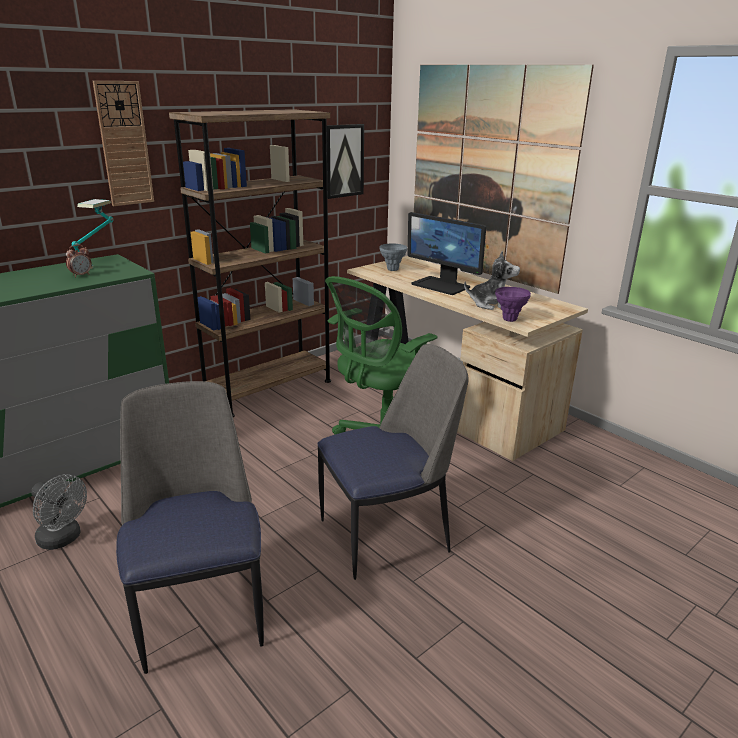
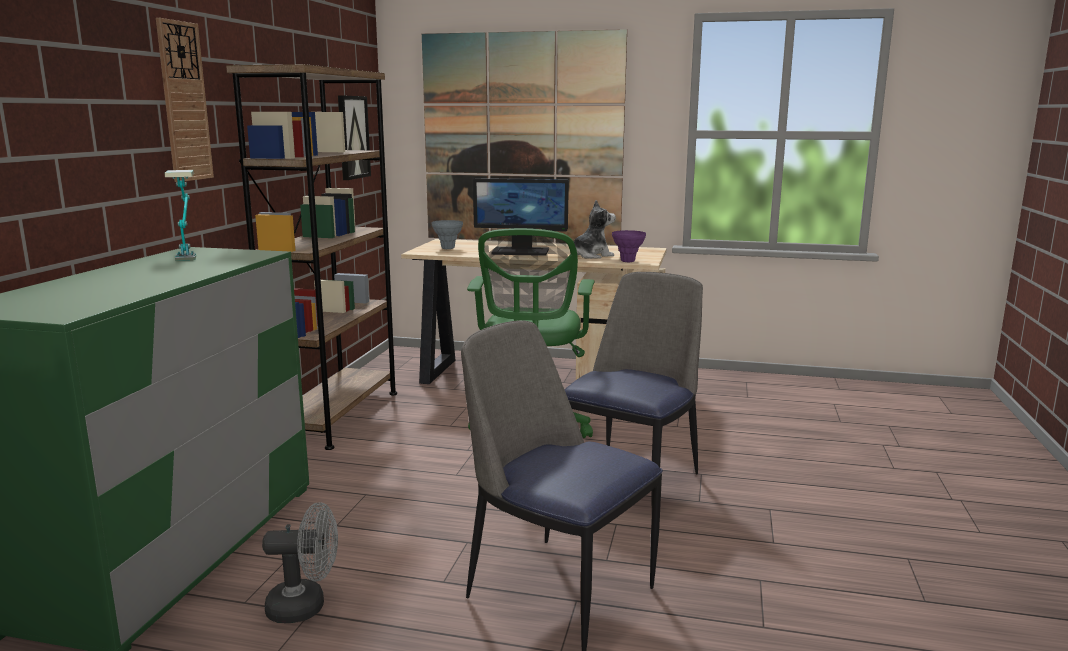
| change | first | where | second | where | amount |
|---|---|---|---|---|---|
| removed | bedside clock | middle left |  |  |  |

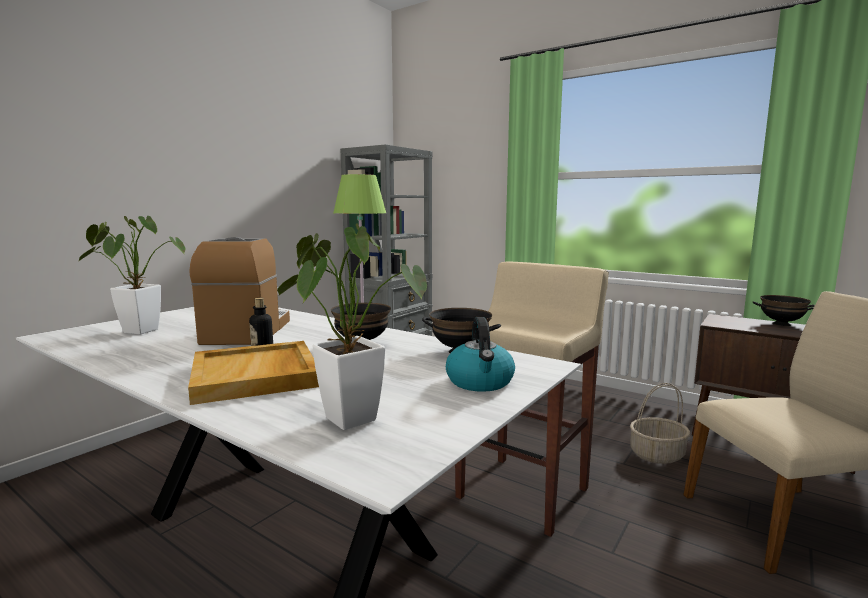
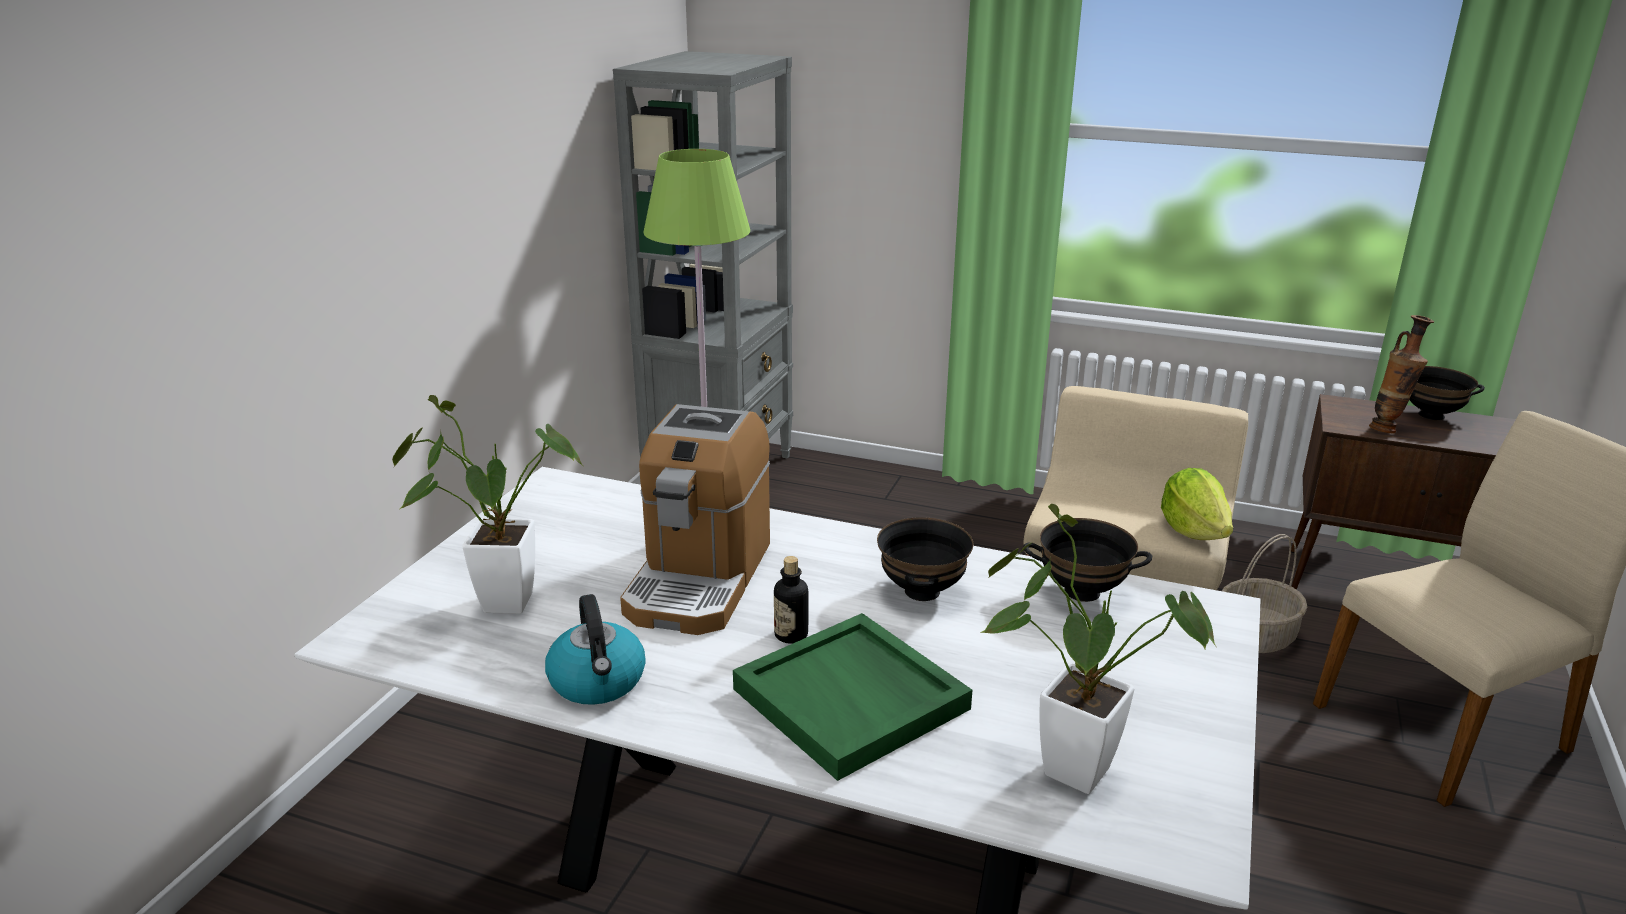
| change | first | where | second | where | amount |
|---|---|---|---|---|---|
| moved | kettle | centre |  | bottom centre |  |
| turned | coffee machine | middle left |  | centre | 150 degrees counterclockwise |
| recoloured | carrying tray/beige-coloured | middle left | carrying tray/green-coloured | bottom centre |  |
| added |  |  | lettuce | middle right |  |
| added |  |  | decorative vase | middle right |  |

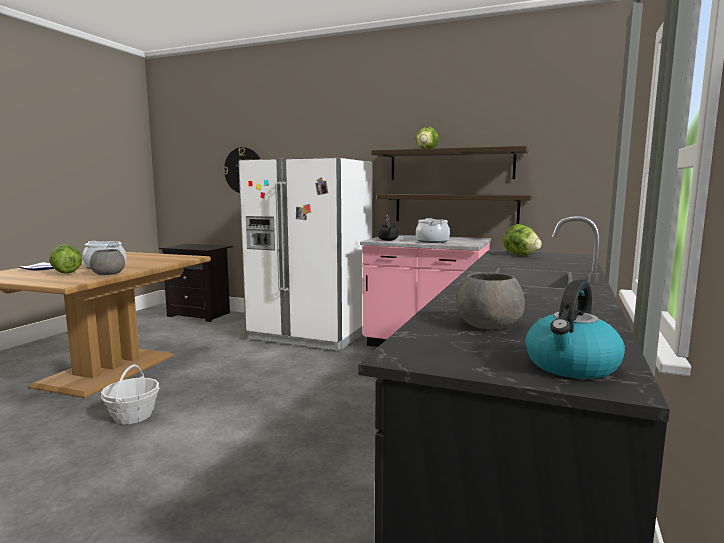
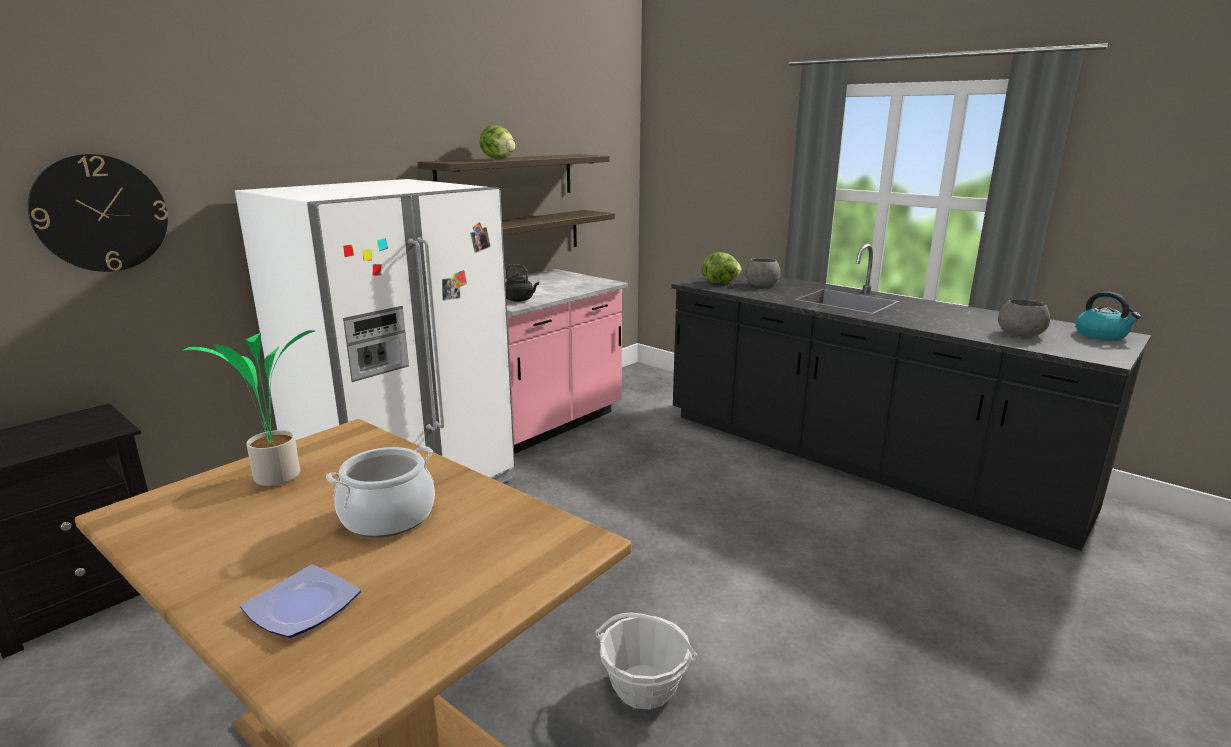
| change | first | where | second | where | amount |
|---|---|---|---|---|---|
| added |  |  | houseplant | middle left |  |
| moved | deep dish/greyish (1st from left) | middle left |  | centre |  |
| removed | lettuce (1st from left) | middle left |  |  |  |
| removed | cooking pot (2nd from left) | centre |  |  |  |

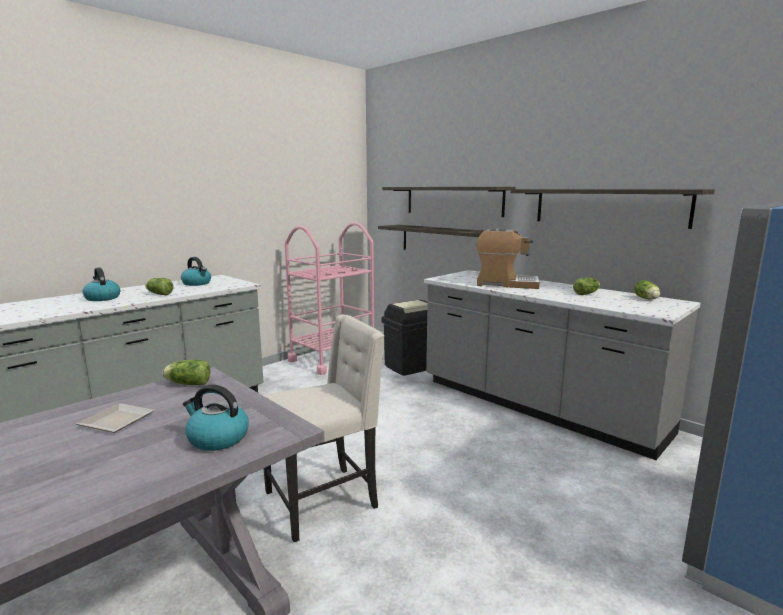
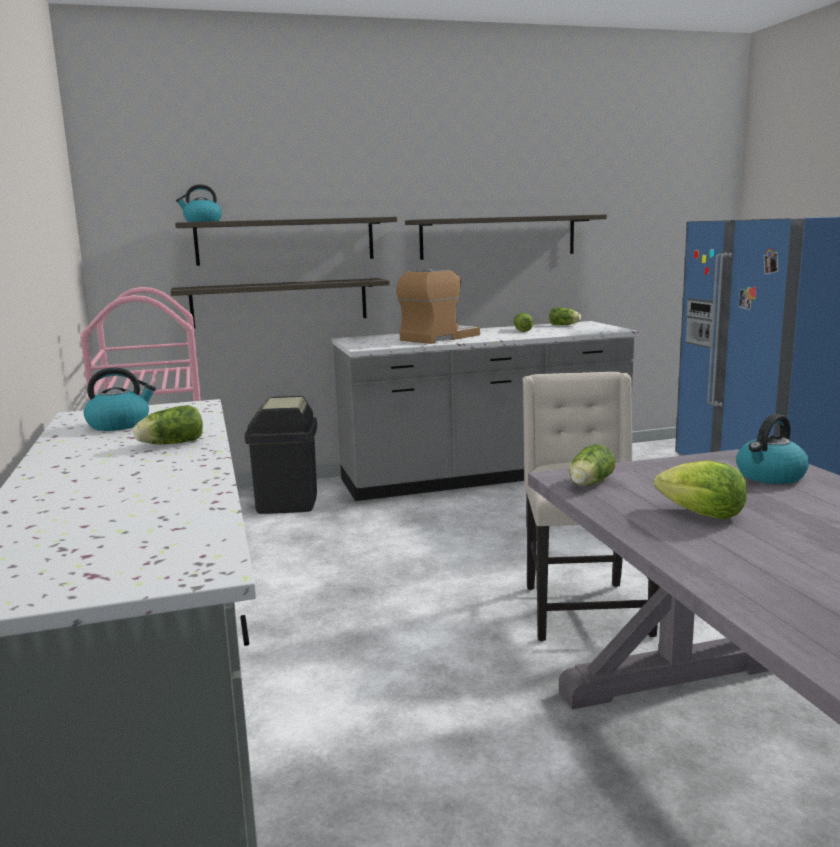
| change | first | where | second | where | amount |
|---|---|---|---|---|---|
| moved | kettle (1st from left in the first image) | middle left | kettle (2nd from left) | top left |  |
| replaced | dinner plate | bottom left | lettuce (5th from left) | middle right |  |

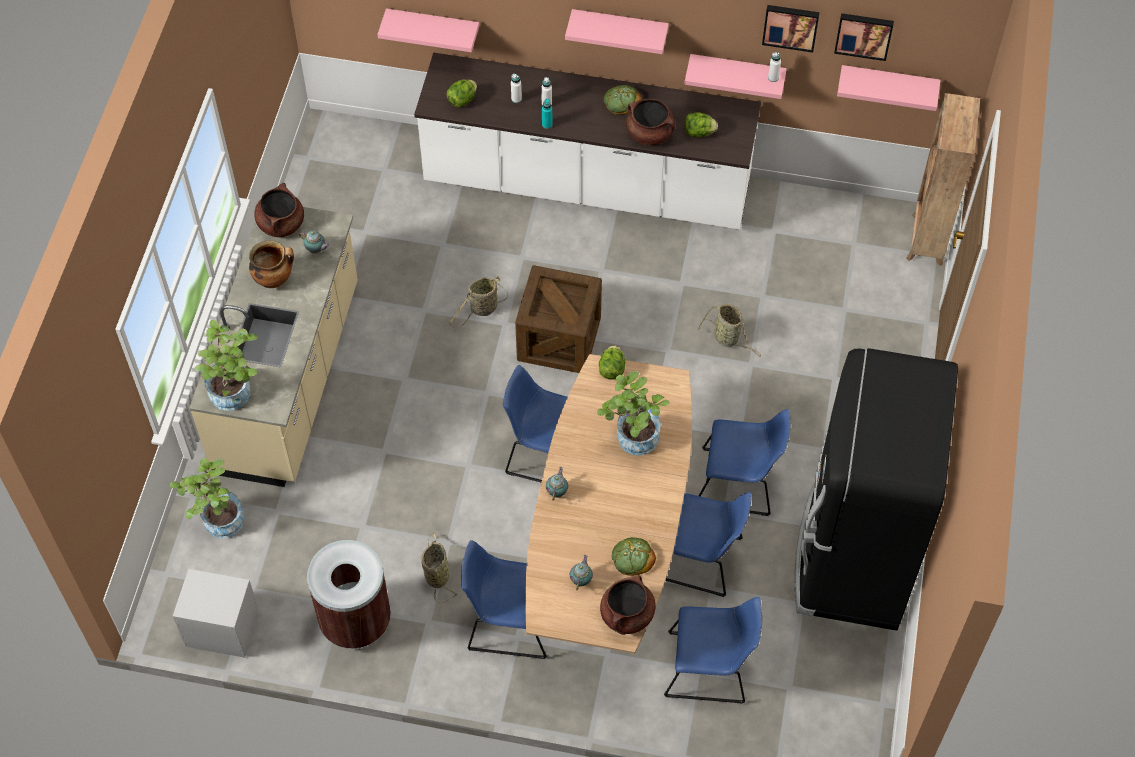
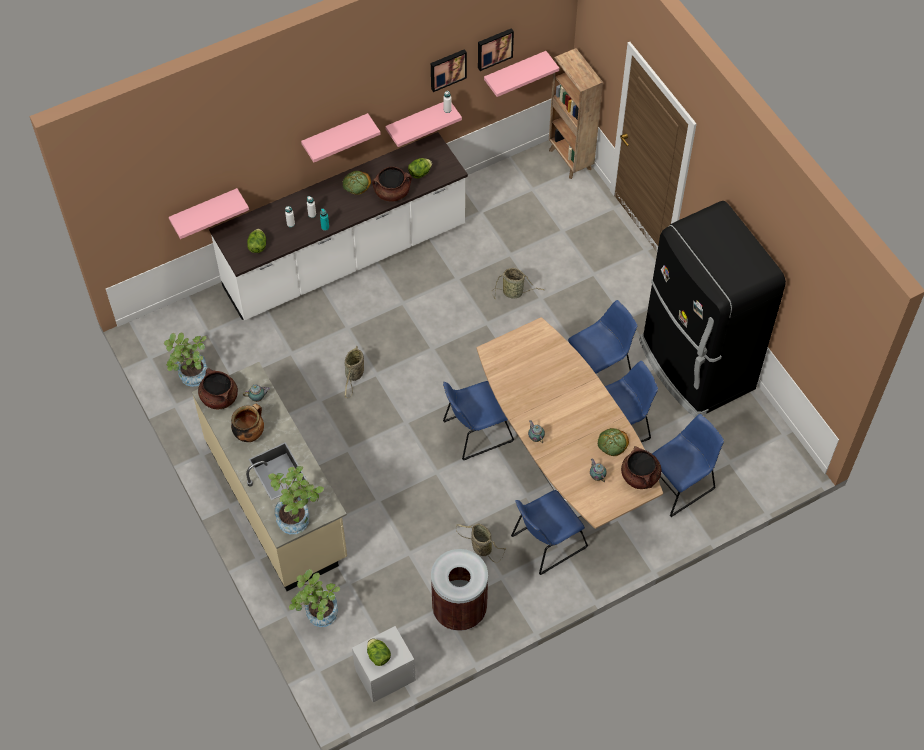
| change | first | where | second | where | amount |
|---|---|---|---|---|---|
| moved | houseplant (3rd from left in the first image) | centre | houseplant (1st from left) | middle left |  |
| moved | lettuce (2nd from left) | centre |  | bottom centre |  |
| removed | crate | centre |  |  |  |

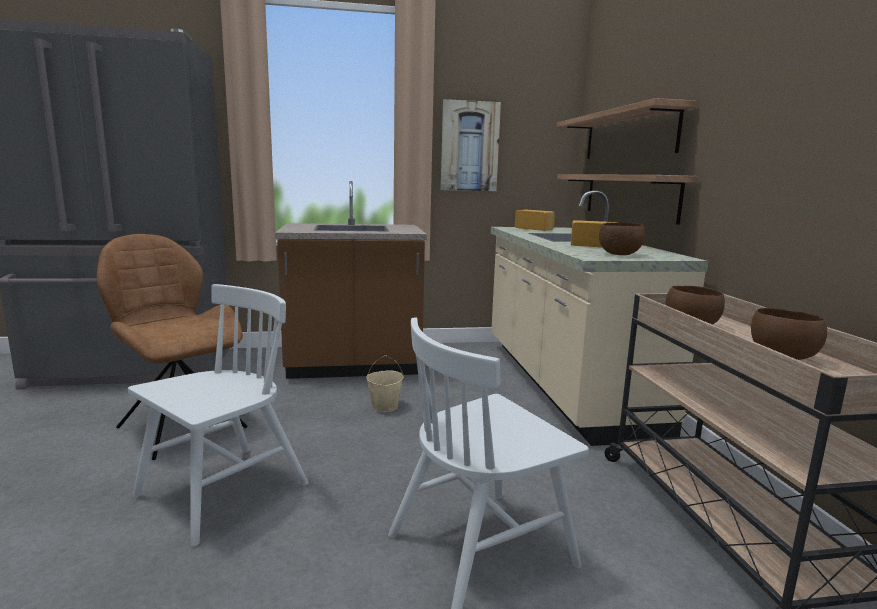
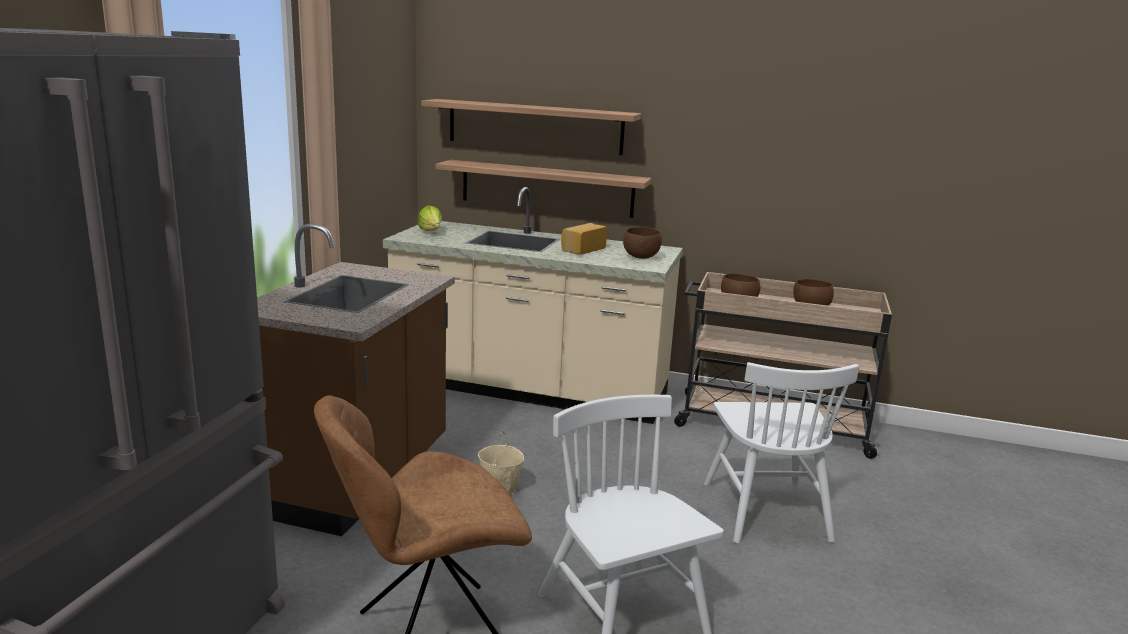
| change | first | where | second | where | amount |
|---|---|---|---|---|---|
| replaced | bread (1st from left) | centre | lettuce | centre |  |
| removed | wall picture | top centre |  |  |  |

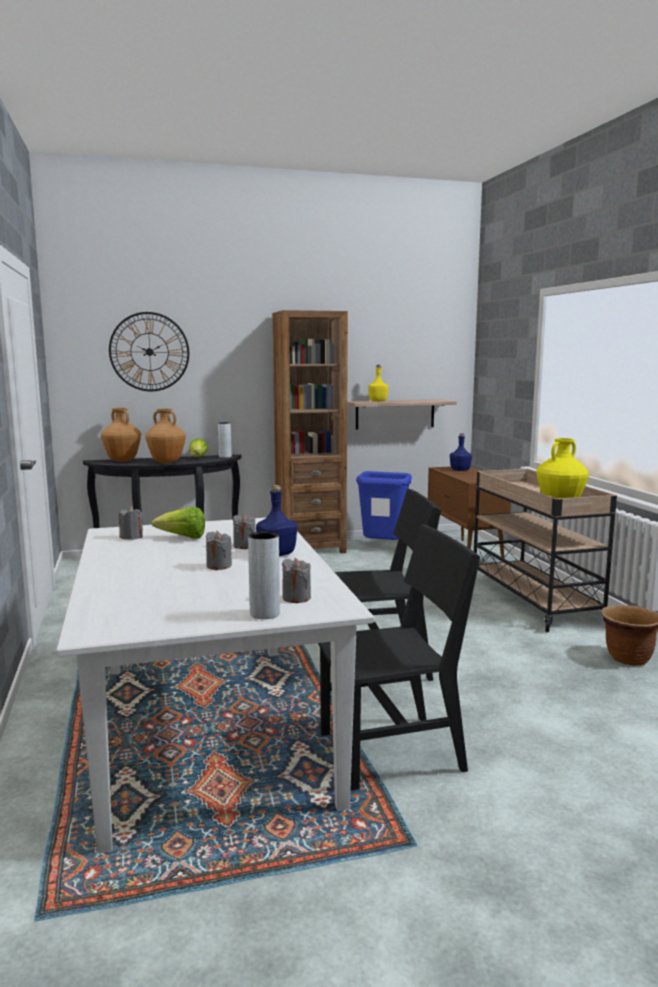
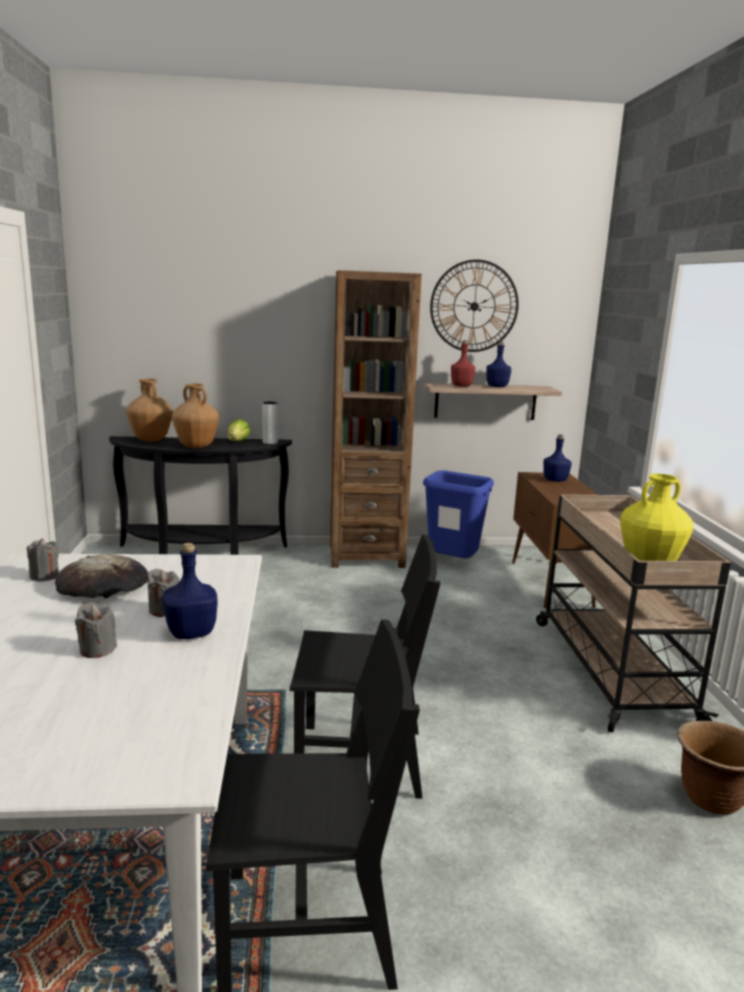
| change | first | where | second | where | amount |
|---|---|---|---|---|---|
| replaced | lettuce (1st from left) | middle left | bread | middle left |  |
| moved | wall clock | middle left |  | top centre |  |
| recoloured | bottle/yellow | centre | bottle/red-coloured | centre |  |
| added |  |  | bottle/blue-coloured (2nd from left) | middle right |  |
| removed | decorative vase/greyish (2nd from left) | centre |  |  |  |
| removed | candle/greyish (4th from left) | centre |  |  |  |

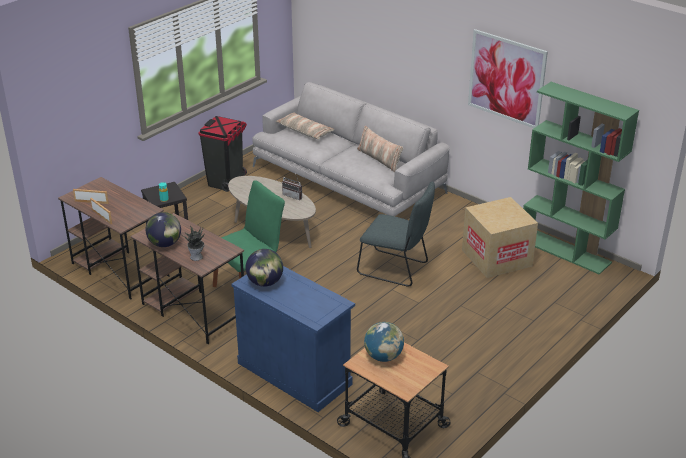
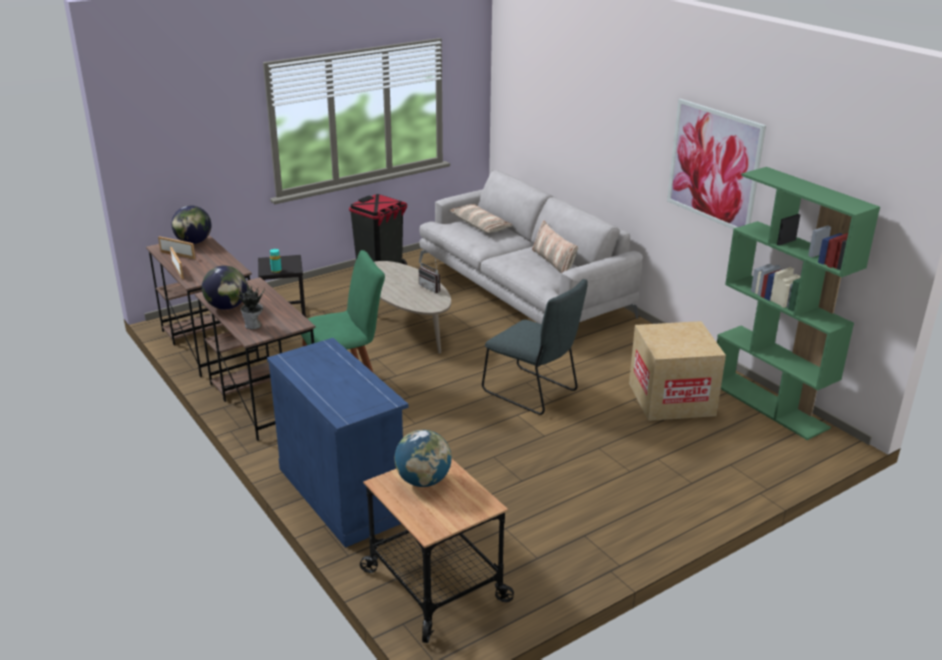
| change | first | where | second | where | amount |
|---|---|---|---|---|---|
| moved | world globe (2nd from left in the first image) | centre | world globe (1st from left) | middle left |  |

